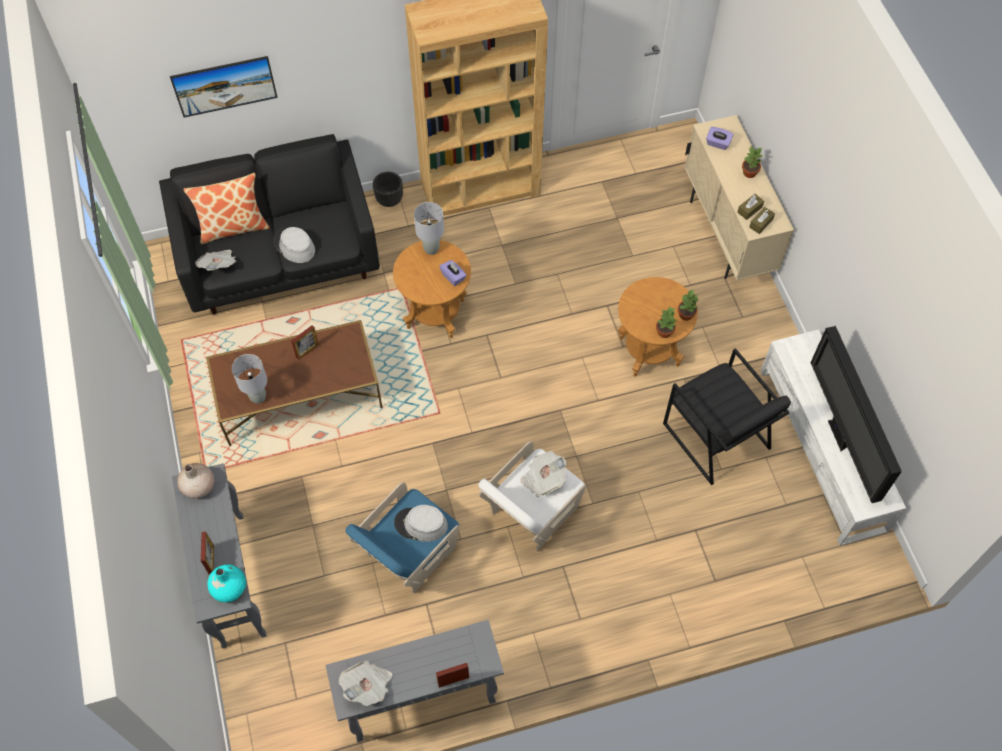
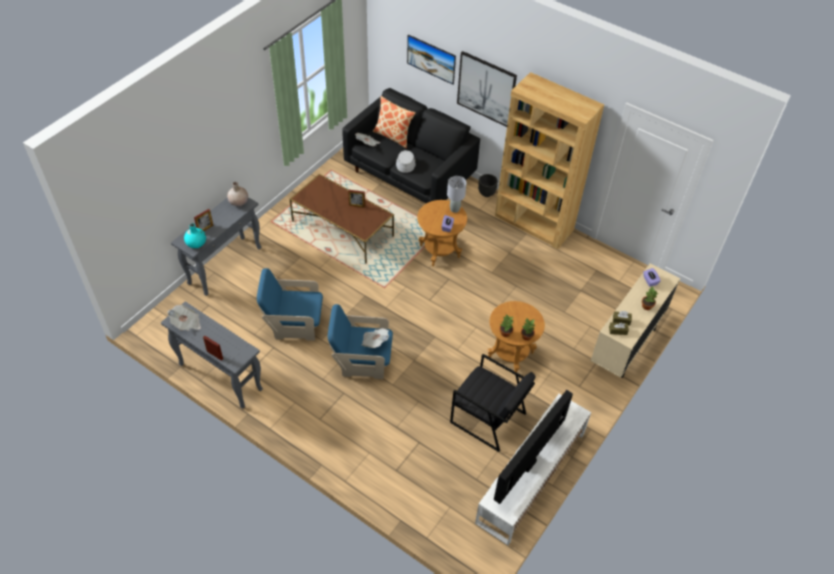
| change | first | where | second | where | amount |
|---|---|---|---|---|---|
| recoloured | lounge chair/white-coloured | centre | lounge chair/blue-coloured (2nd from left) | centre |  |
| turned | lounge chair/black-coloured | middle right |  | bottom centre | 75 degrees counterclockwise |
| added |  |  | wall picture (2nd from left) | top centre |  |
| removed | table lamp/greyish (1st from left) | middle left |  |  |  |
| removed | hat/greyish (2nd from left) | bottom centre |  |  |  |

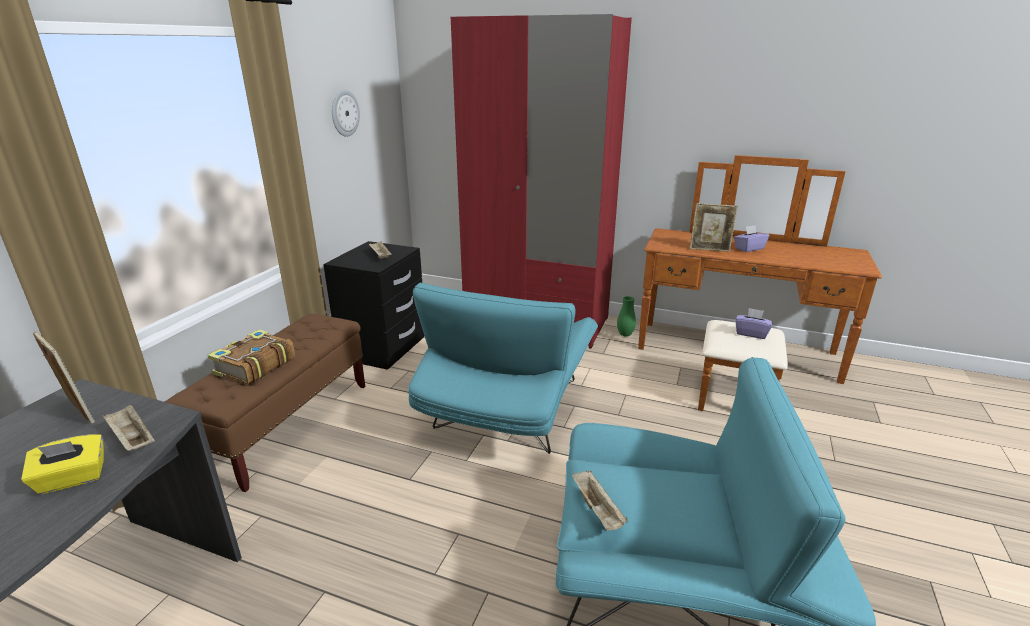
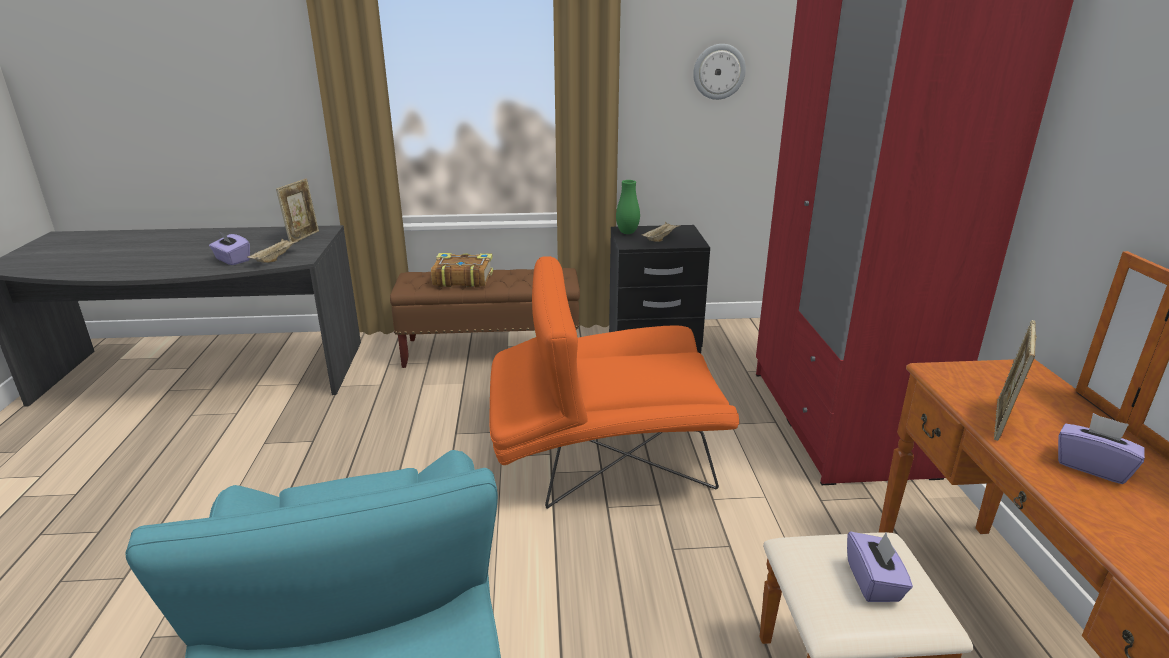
| change | first | where | second | where | amount |
|---|---|---|---|---|---|
| recoloured | tissue holder/yellow | bottom left | tissue holder/purple (1st from left) | middle left |  |
| recoloured | lounge chair/blue-green (1st from left) | centre | lounge chair/orange | centre |  |
| moved | decorative vase/green-coloured | centre |  | top centre |  |
| turned | standing frame (2nd from left) | middle right |  | middle right | 45 degrees clockwise |
| removed | carrying tray/beige-coloured (3rd from left) | bottom centre |  |  |  |

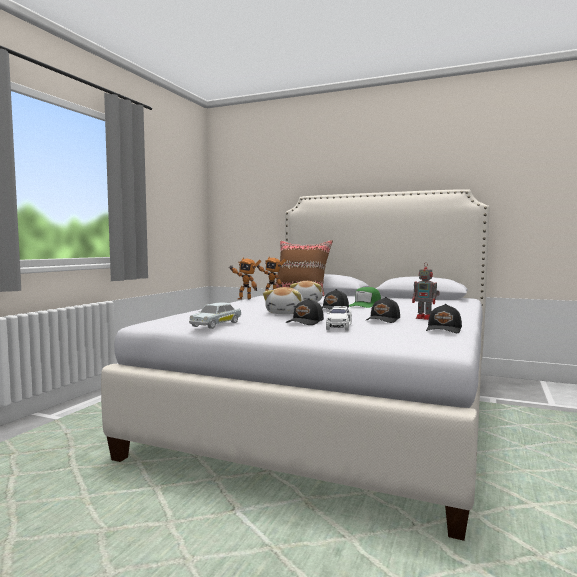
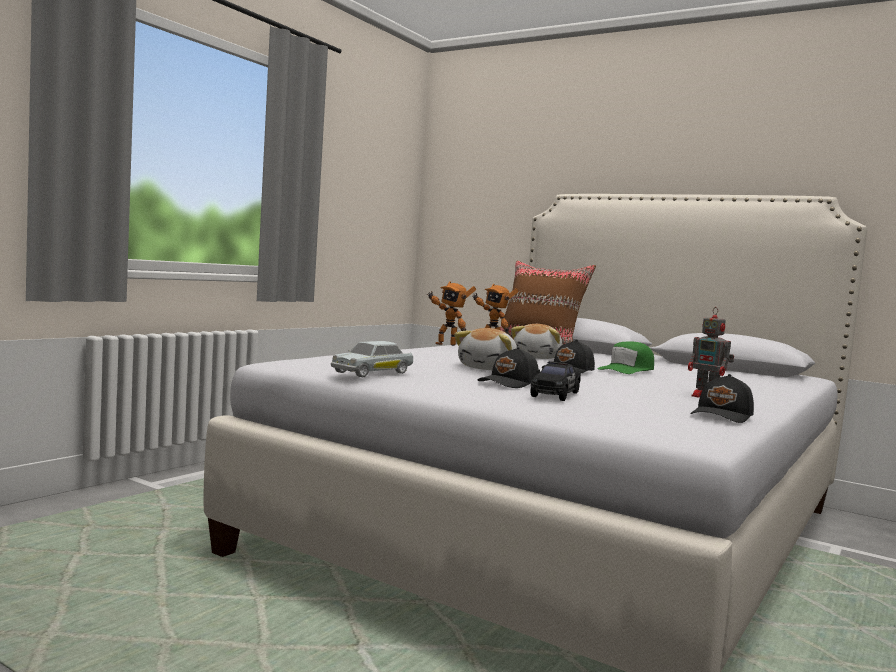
| change | first | where | second | where | amount |
|---|---|---|---|---|---|
| recoloured | miniature car/white-coloured (2nd from left) | centre | miniature car/black-coloured | centre |  |
| removed | cap/black-coloured (3rd from left) | centre |  |  |  |

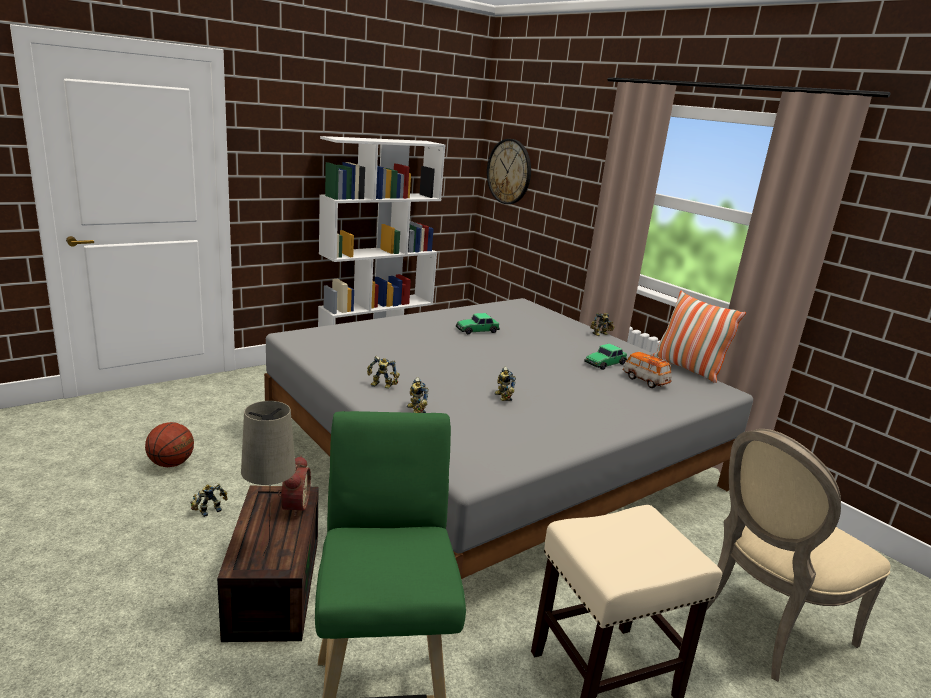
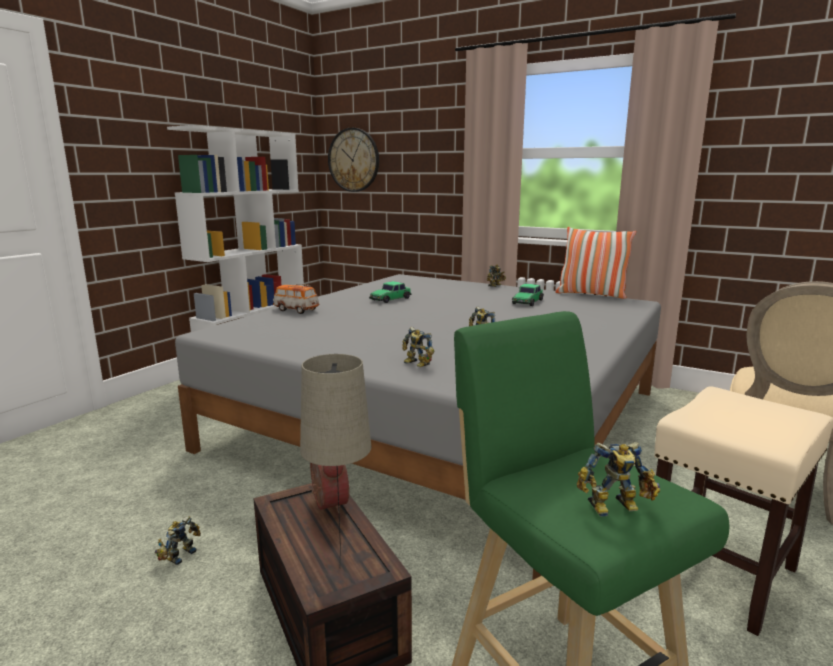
| change | first | where | second | where | amount |
|---|---|---|---|---|---|
| moved | miniature car (3rd from left in the first image) | middle right | miniature car (1st from left) | centre |  |
| moved | toy robot (2nd from left in the first image) | centre | toy robot (5th from left) | bottom right |  |
| removed | basketball | middle left |  |  |  |

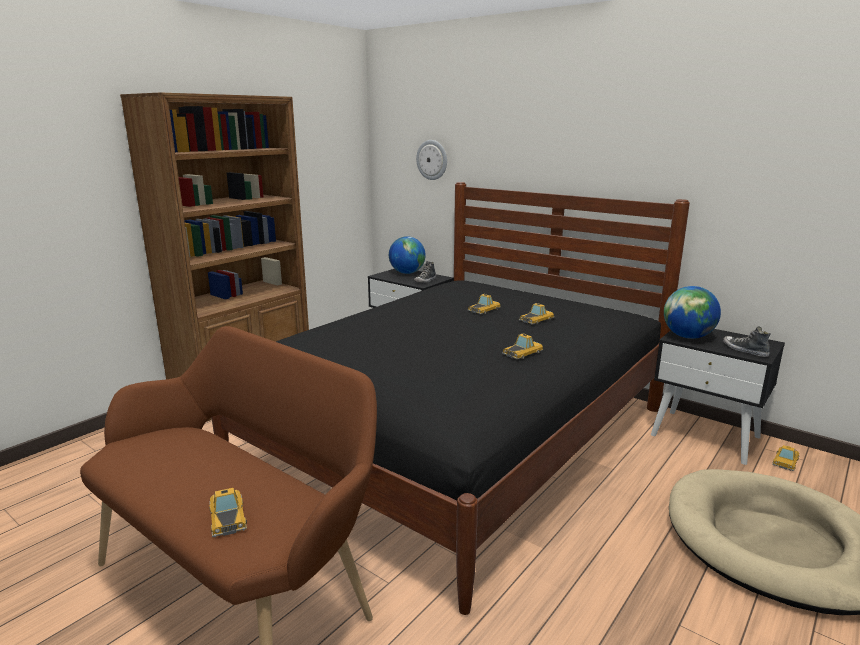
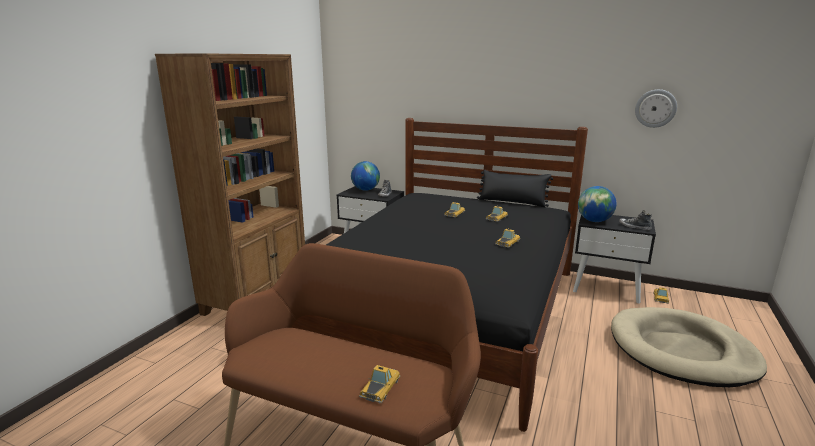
| change | first | where | second | where | amount |
|---|---|---|---|---|---|
| turned | miniature car (1st from left) | bottom left |  | bottom centre | 60 degrees clockwise |
| added |  |  | pillow/black-coloured | centre |  |
| moved | wall clock | top centre |  | top right |  |

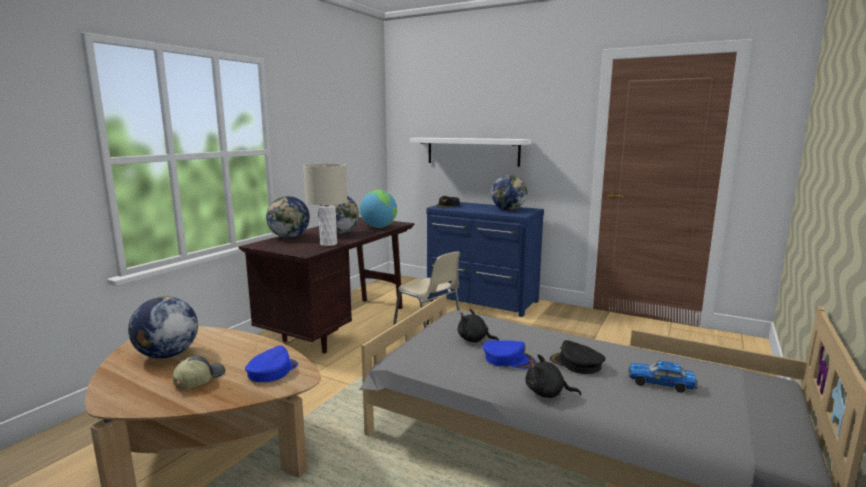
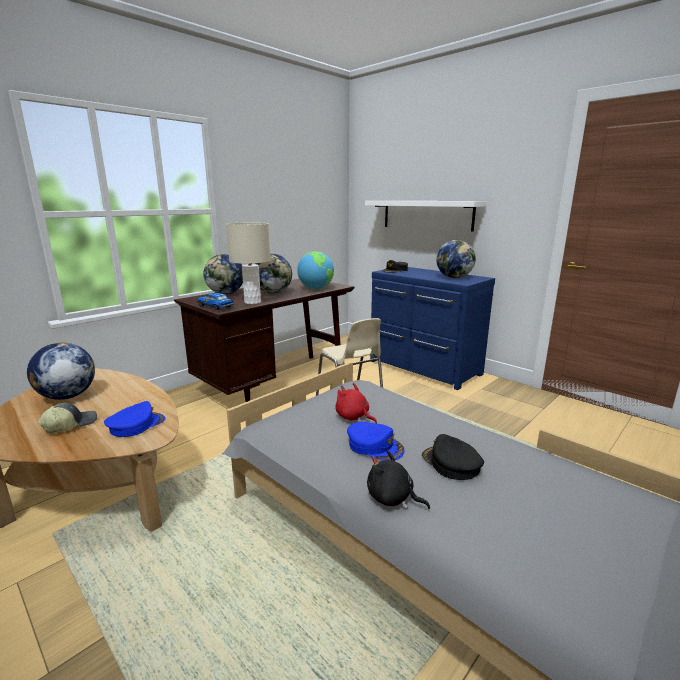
| change | first | where | second | where | amount |
|---|---|---|---|---|---|
| moved | miniature car | bottom right |  | middle left |  |
| recoloured | soft toy/black-coloured (1st from left) | bottom centre | soft toy/red-coloured | centre |  |

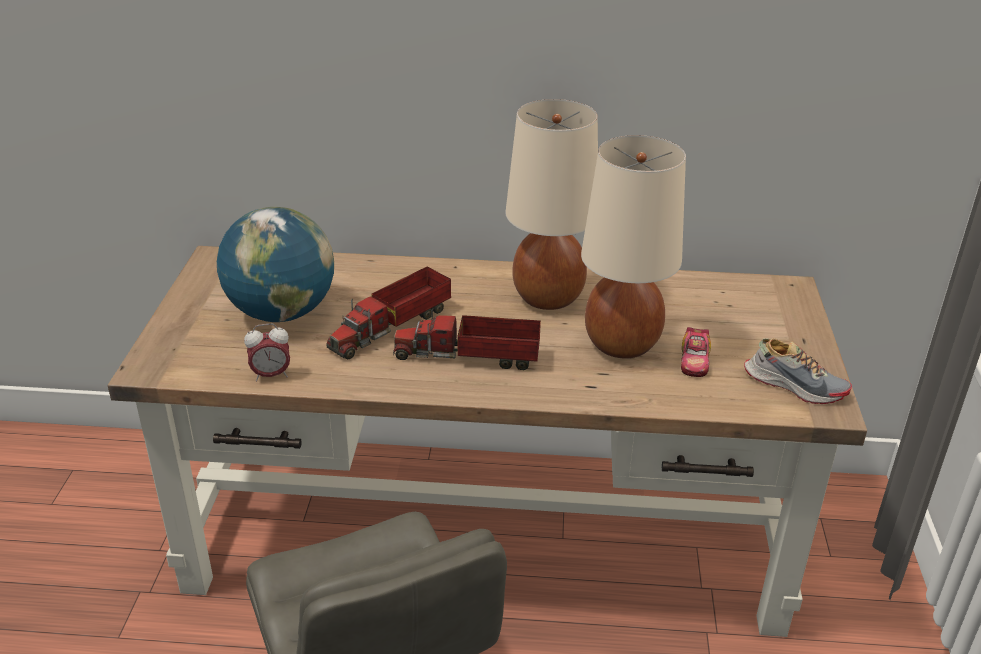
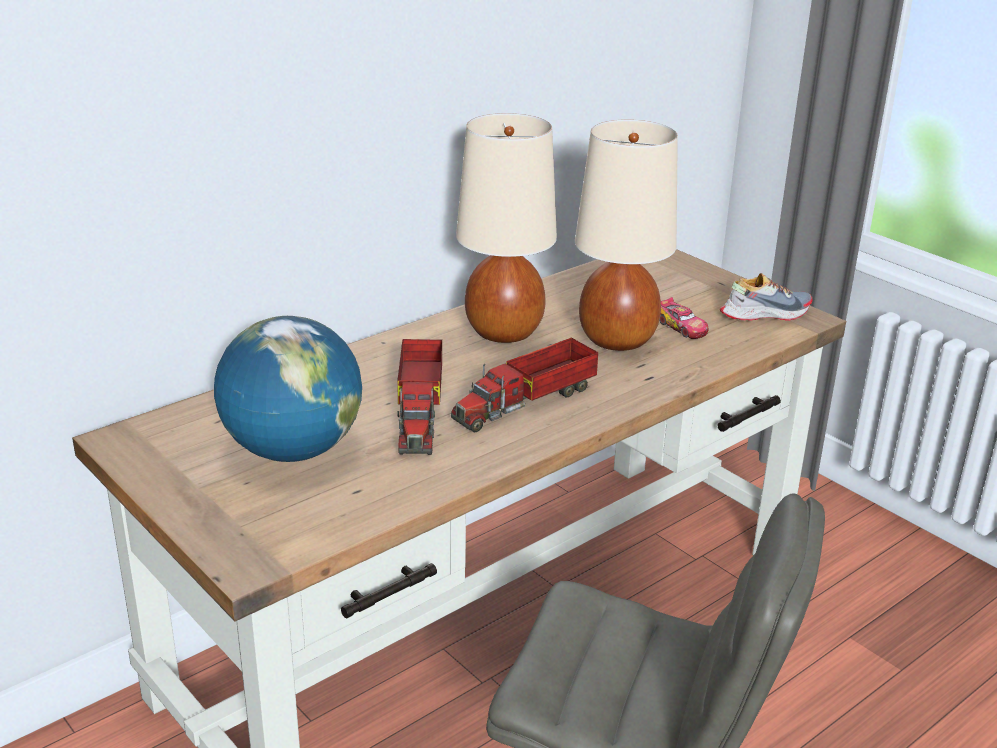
| change | first | where | second | where | amount |
|---|---|---|---|---|---|
| removed | bedside clock | middle left |  |  |  |

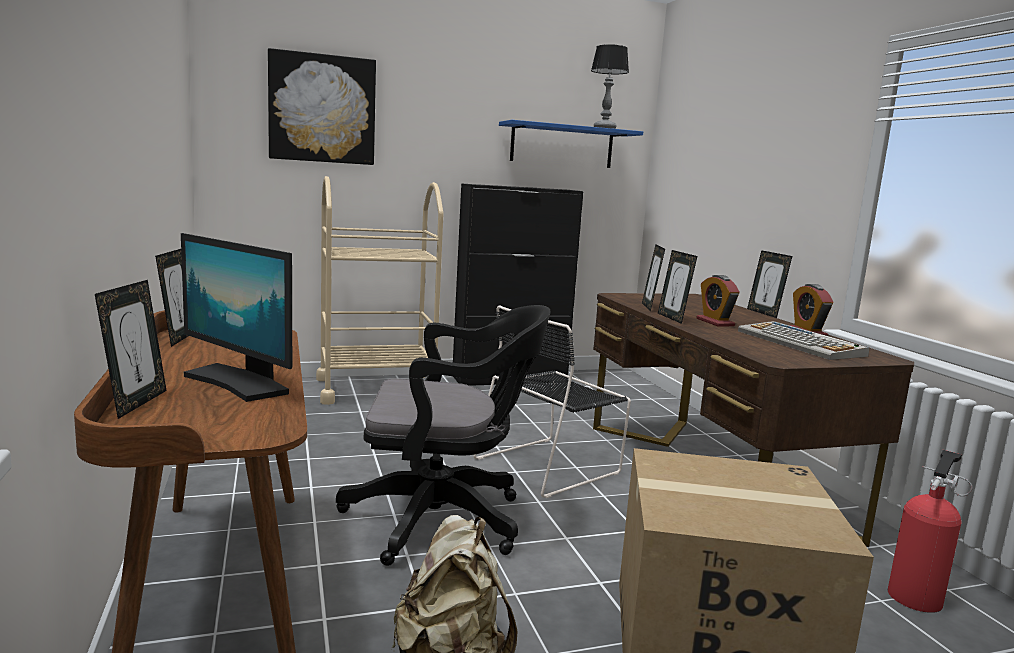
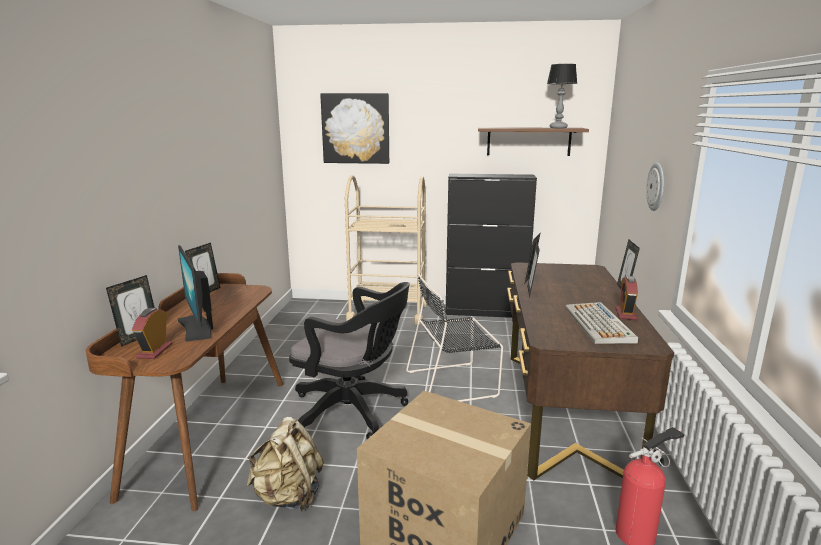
| change | first | where | second | where | amount |
|---|---|---|---|---|---|
| moved | bedside clock (1st from left) | middle right |  | middle left |  |
| recoloured | bracket shelf/blue-coloured | top centre | bracket shelf/brownish | top centre |  |
| added |  |  | wall clock | middle right |  |

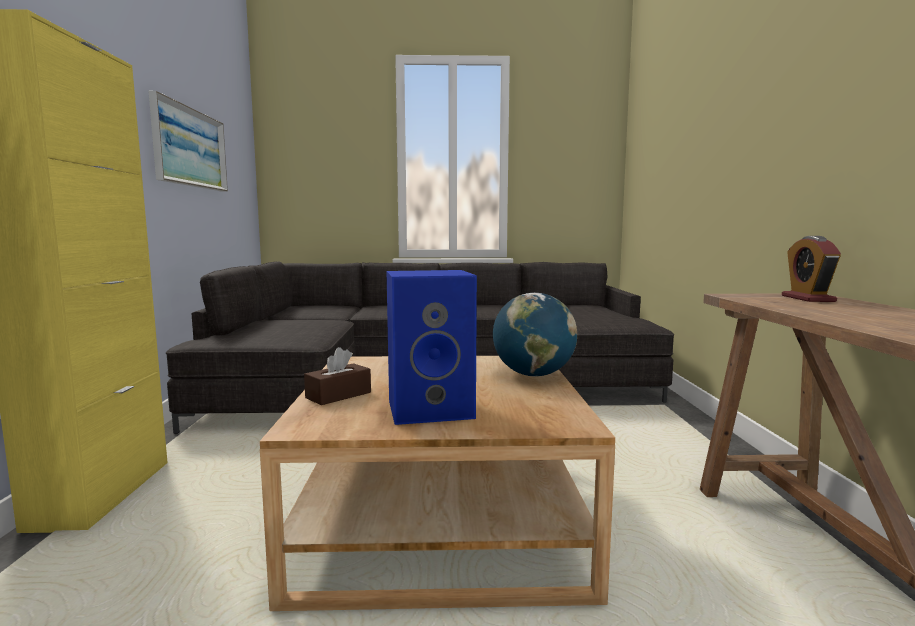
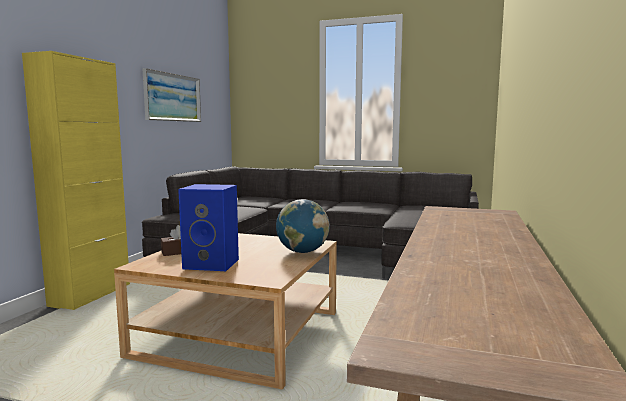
| change | first | where | second | where | amount |
|---|---|---|---|---|---|
| removed | bedside clock | middle right |  |  |  |

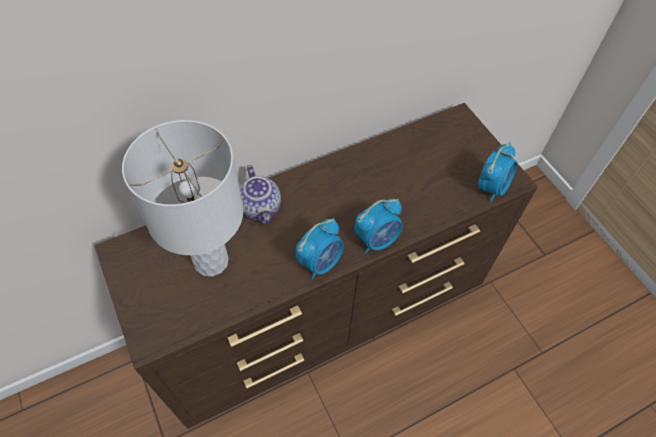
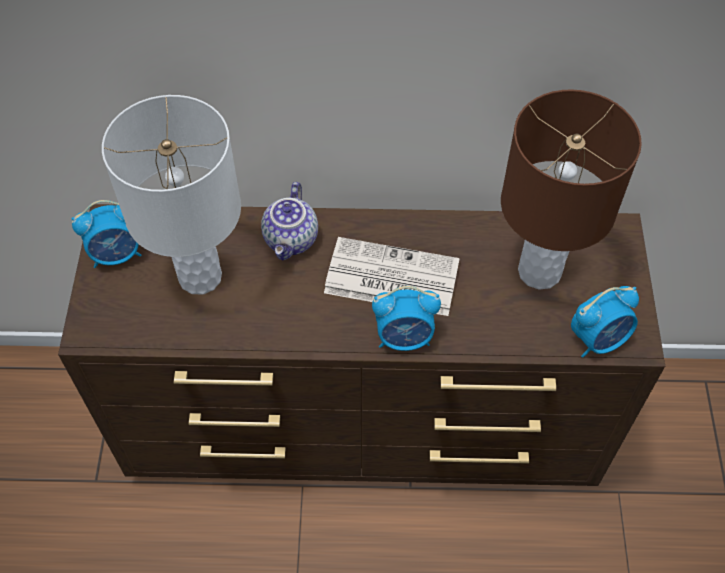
| change | first | where | second | where | amount |
|---|---|---|---|---|---|
| moved | bedside clock (1st from left) | centre |  | middle left |  |
| added |  |  | daily paper | centre |  |
| added |  |  | table lamp/brownish | top right |  |

